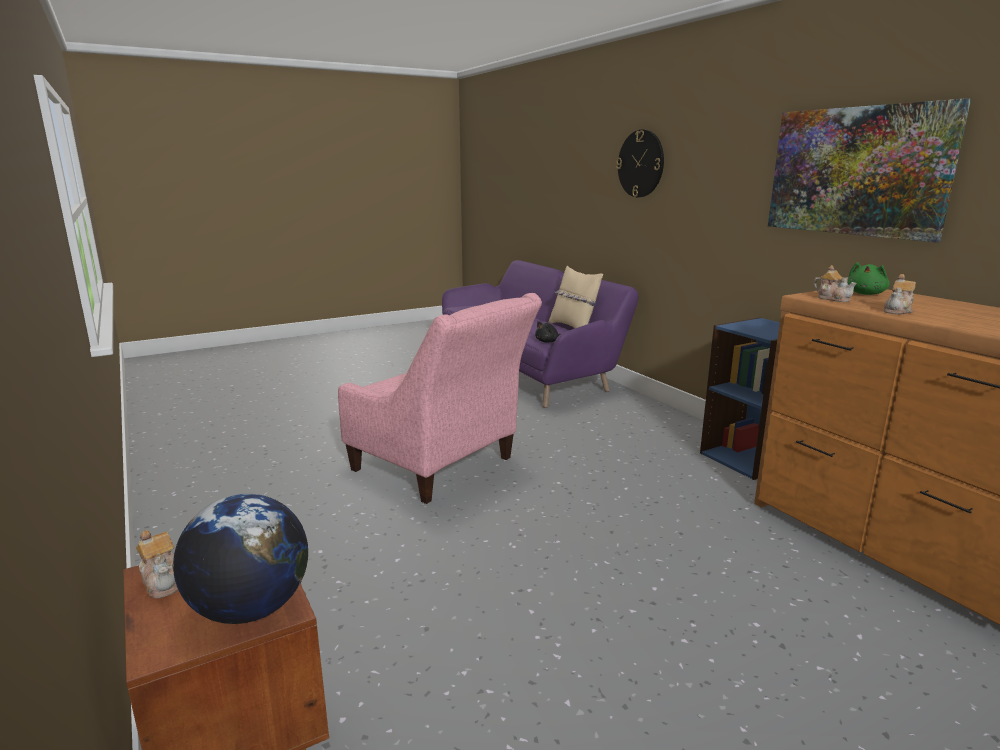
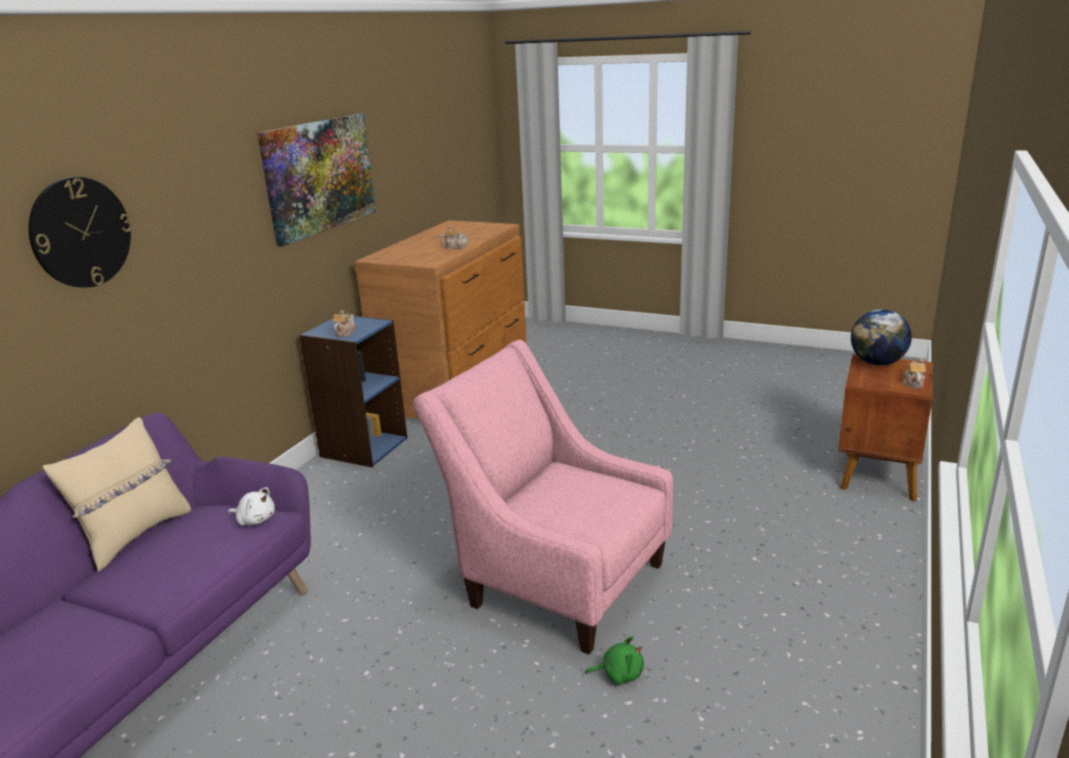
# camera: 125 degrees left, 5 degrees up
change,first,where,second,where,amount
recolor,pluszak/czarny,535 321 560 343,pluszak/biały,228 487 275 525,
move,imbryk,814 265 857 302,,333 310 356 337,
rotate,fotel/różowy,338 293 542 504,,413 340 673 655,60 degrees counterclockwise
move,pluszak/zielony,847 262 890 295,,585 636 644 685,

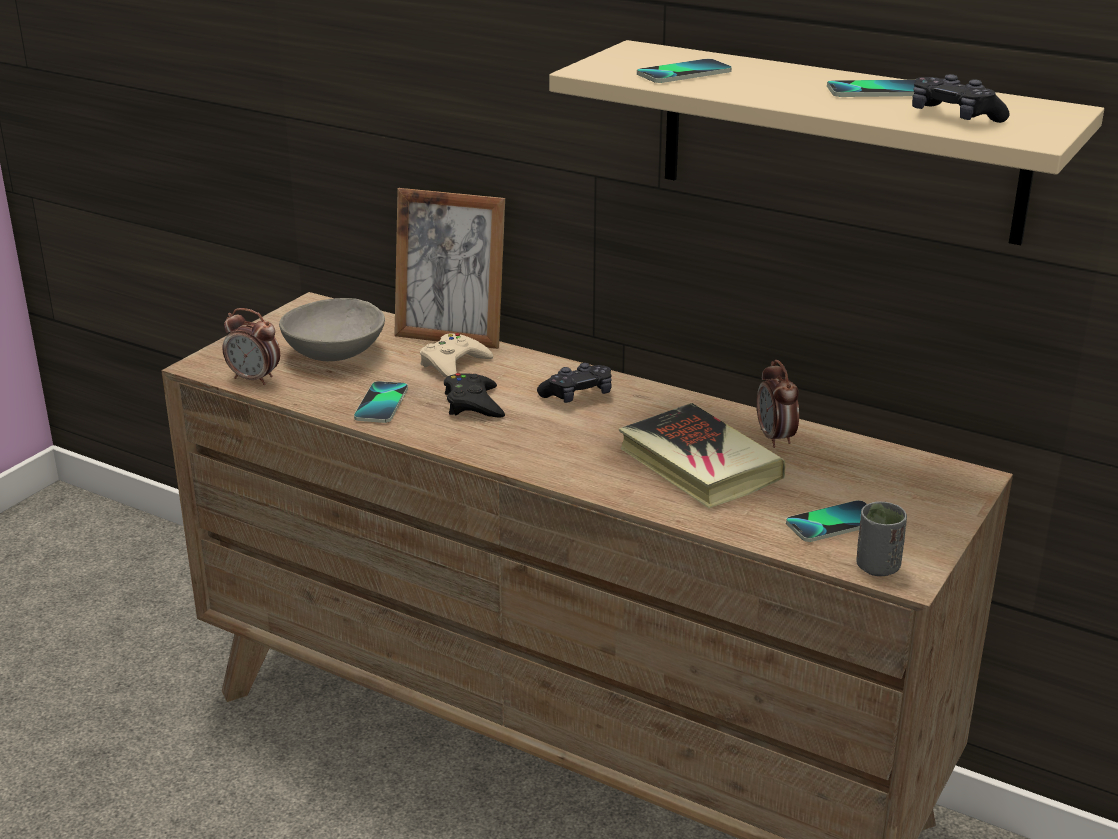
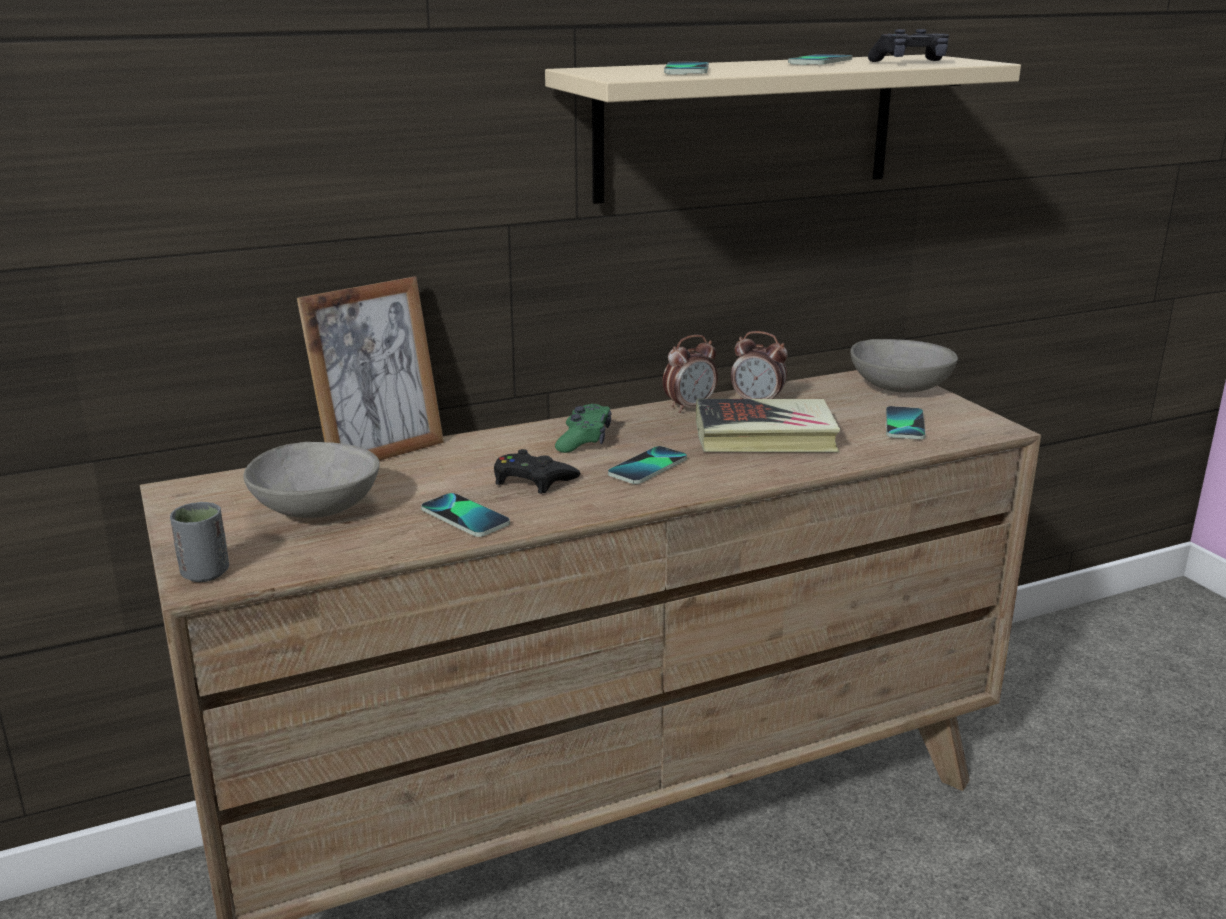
# camera: 55 degrees left, 5 degrees down
change,first,where,second,where,amount
move,filiżanka/szary,856 502 907 576,,170 502 229 582,
recolor,pad do gier/czarny,537 363 612 403,pad do gier/zielony,555 404 612 453,
insert,,,telefon,608 446 687 484,
move,budzik,222 308 280 385,,663 335 718 413,
insert,,,miska/szary,851 339 958 393,
delete,pad do gier/beżowy,420 333 493 378,,,

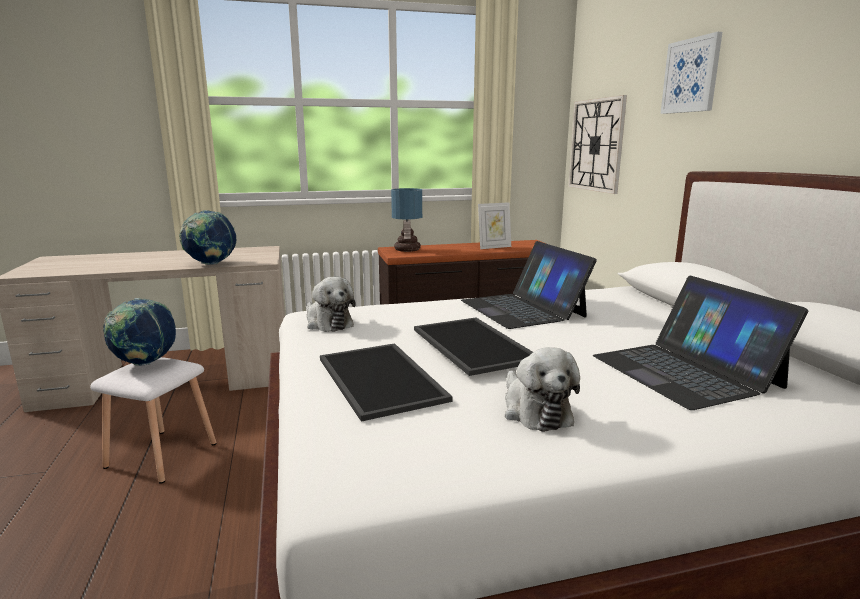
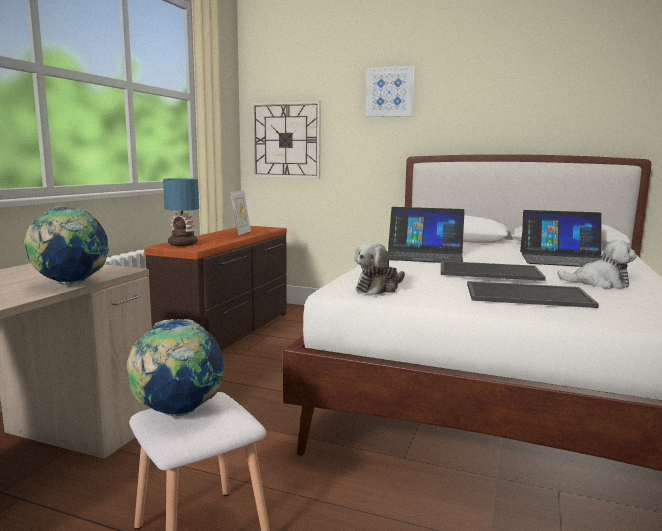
# camera: 55 degrees left, 5 degrees down
change,first,where,second,where,amount
rotate,pluszak,307 277 356 332,,354 242 405 295,135 degrees clockwise

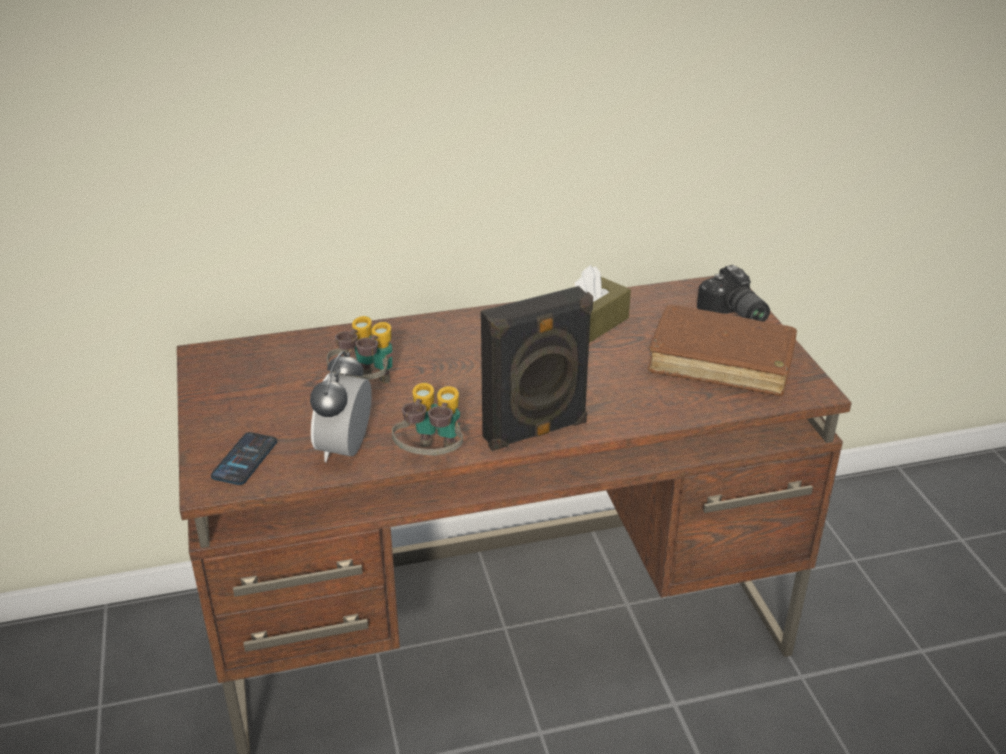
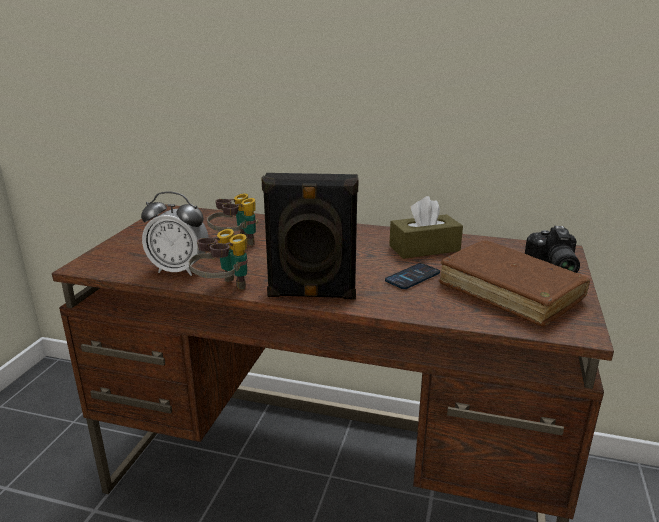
# camera: 30 degrees right, 10 degrees down
change,first,where,second,where,amount
rotate,budzik,310 351 372 462,,141 192 208 276,120 degrees counterclockwise
move,telefon,211 432 277 485,,385 263 440 289,

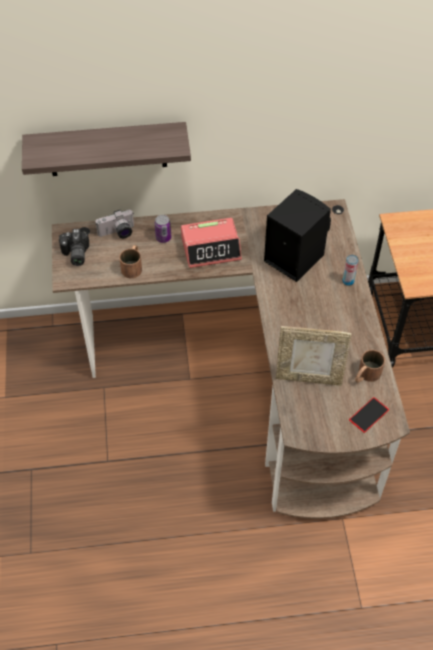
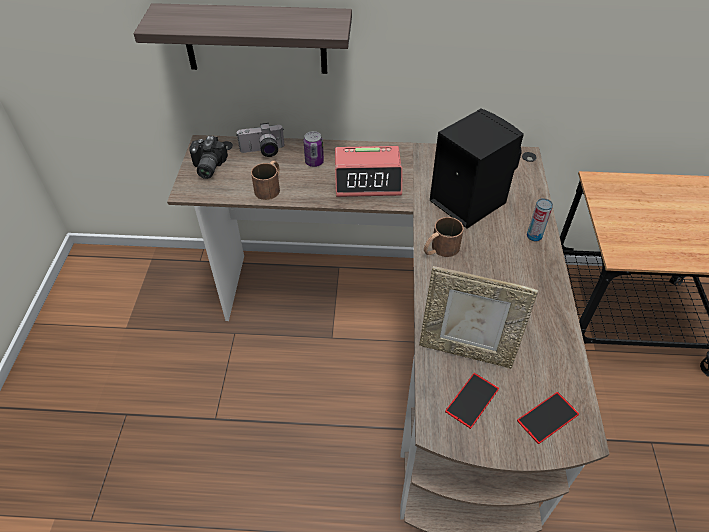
# camera: 10 degrees right, 5 degrees down
change,first,where,second,where,amount
move,kubek/brązowy,355 350 385 383,,424 217 464 257,
insert,,,telefon,445 373 499 429,

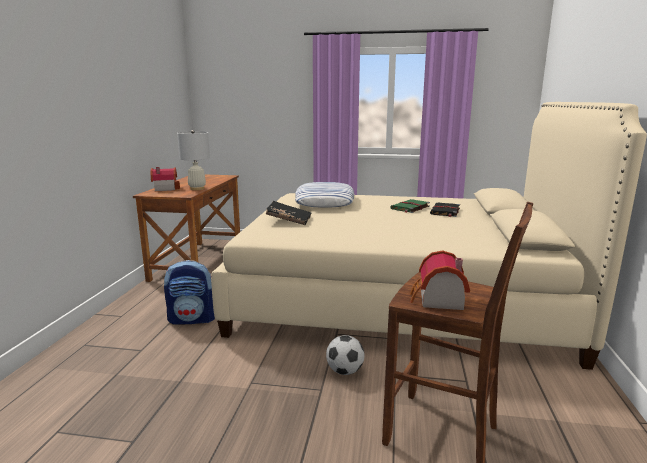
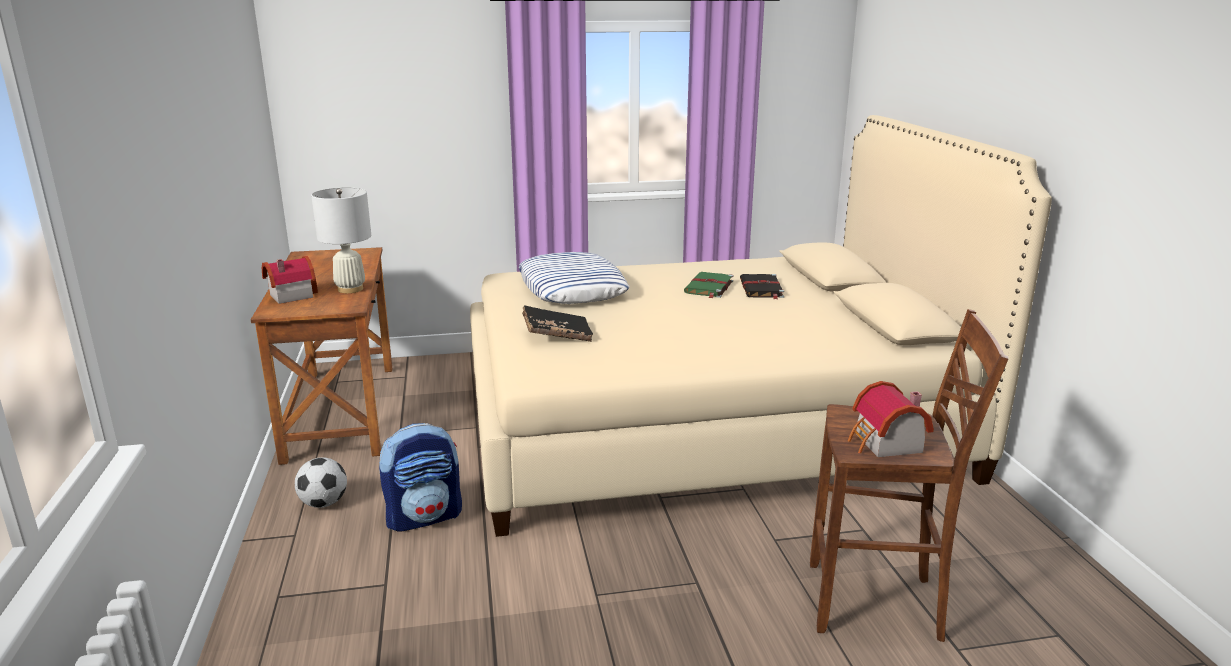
# camera: 20 degrees left, 5 degrees up
change,first,where,second,where,amount
move,piłka futbolowa,326 335 365 375,,295 457 347 508,

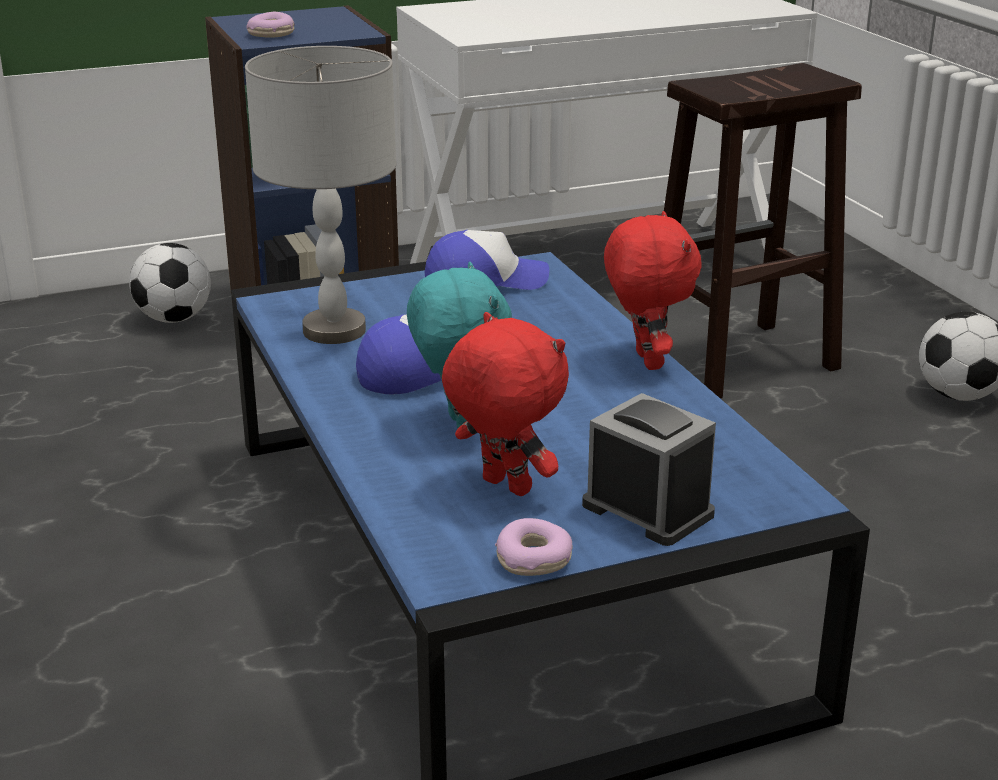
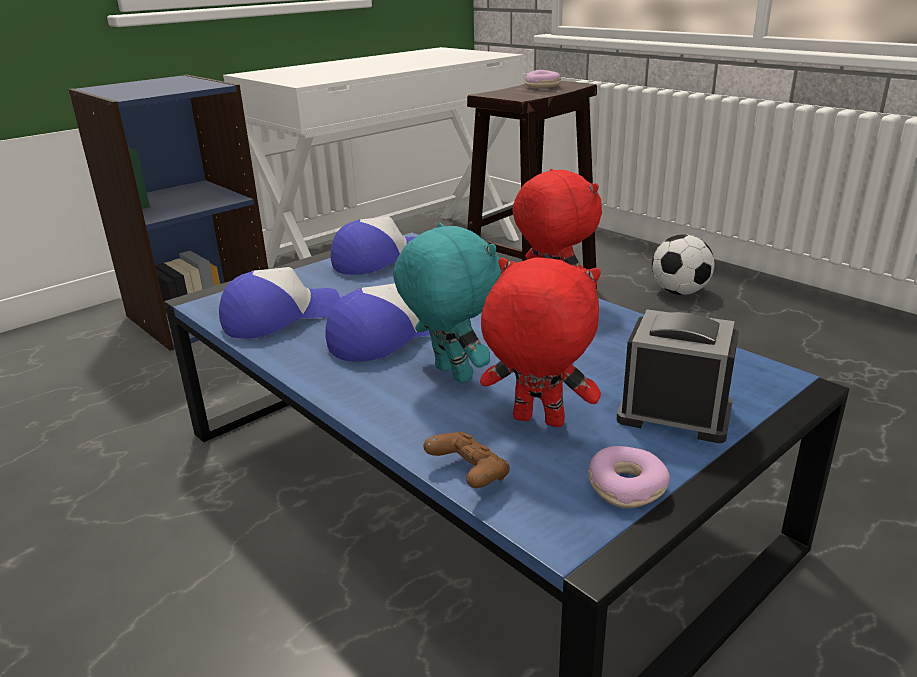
# camera: 20 degrees left, 0 degrees up
change,first,where,second,where,amount
replace,lampa stołowa/szary,245 46 396 344,czapka z daszkiem,219 267 340 338,
insert,,,pad do gier/brązowy,423 432 510 488,
move,donut,246 12 295 38,,525 70 561 88,
delete,piłka futbolowa,129 243 211 323,,,

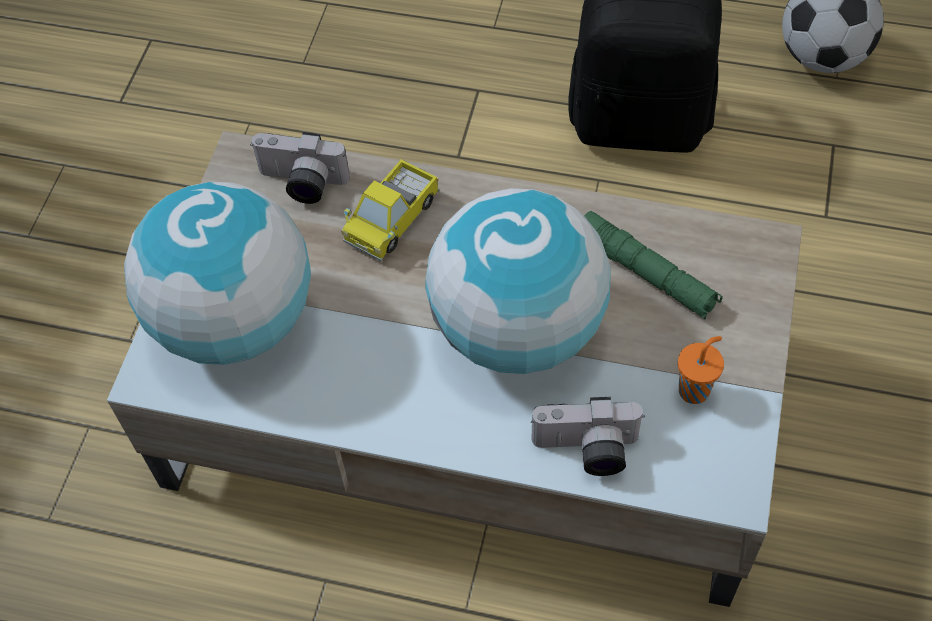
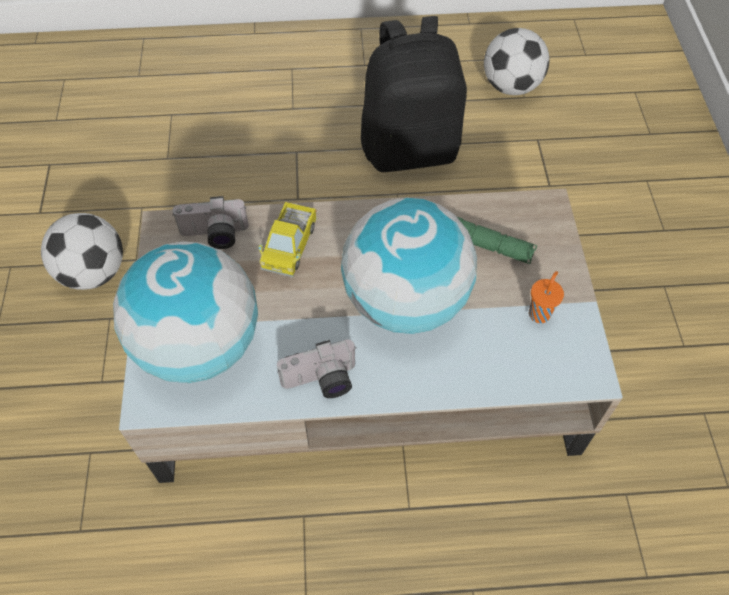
# camera: 20 degrees left, 0 degrees up
change,first,where,second,where,amount
insert,,,piłka futbolowa,41 213 123 290,
move,aparat fotograficzny,531 397 645 476,,277 339 357 398,

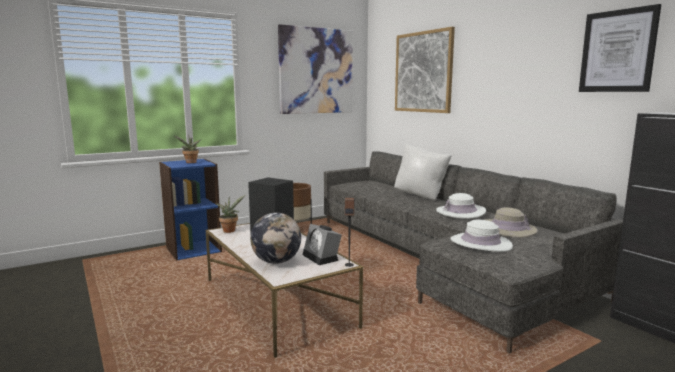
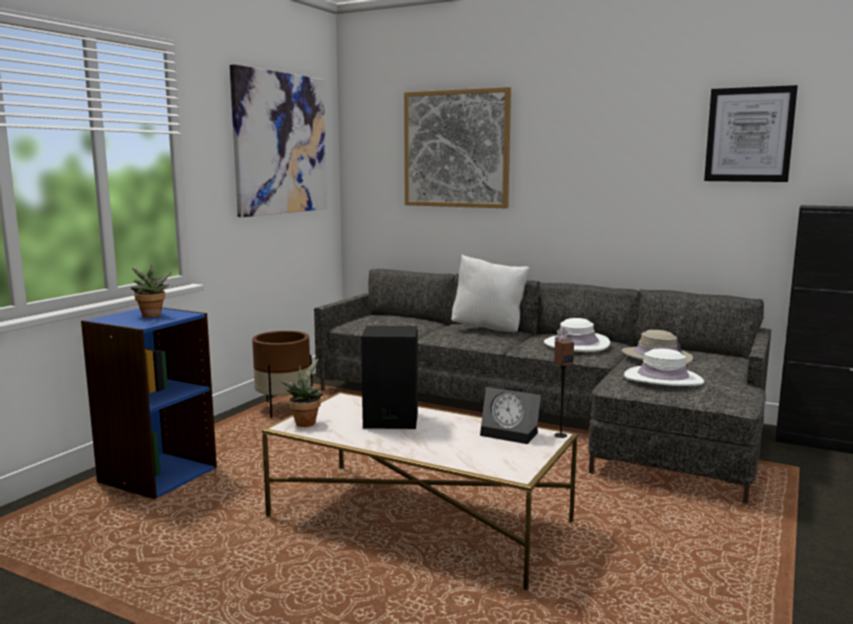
# camera: 30 degrees left, 0 degrees up
change,first,where,second,where,amount
delete,globus,250 213 301 264,,,

